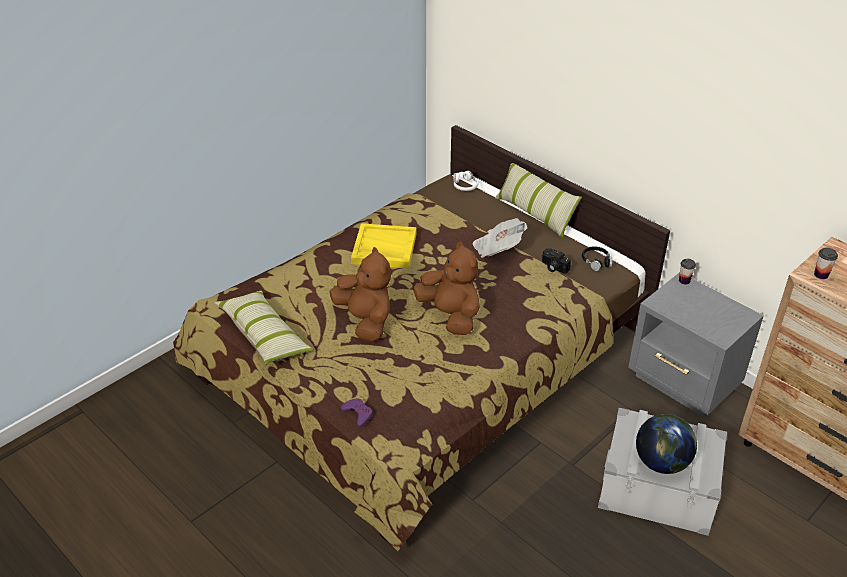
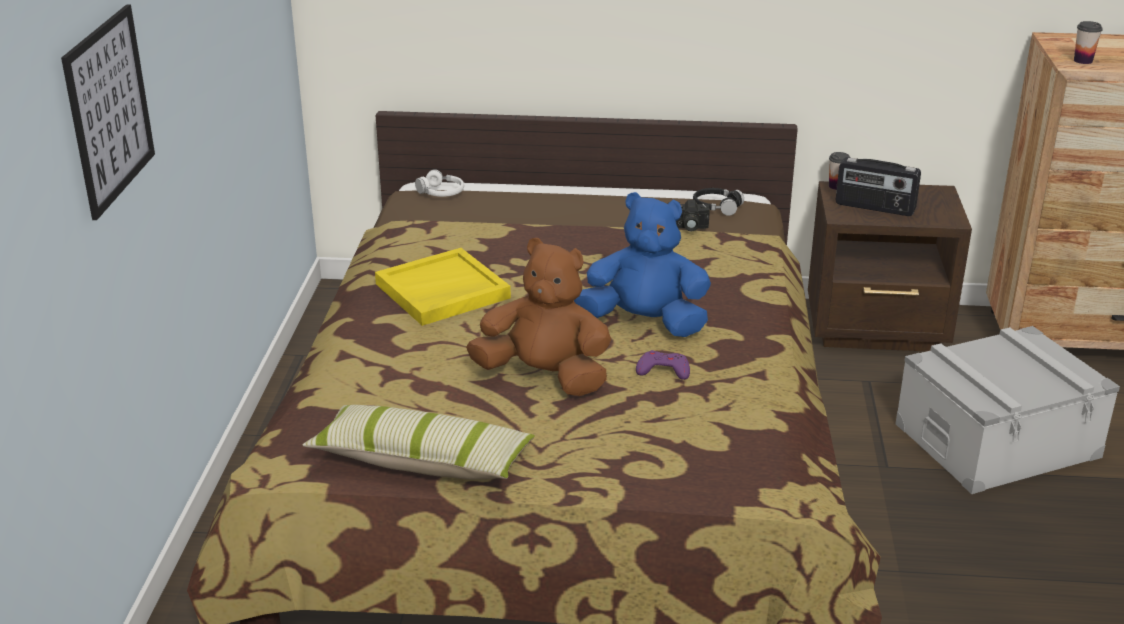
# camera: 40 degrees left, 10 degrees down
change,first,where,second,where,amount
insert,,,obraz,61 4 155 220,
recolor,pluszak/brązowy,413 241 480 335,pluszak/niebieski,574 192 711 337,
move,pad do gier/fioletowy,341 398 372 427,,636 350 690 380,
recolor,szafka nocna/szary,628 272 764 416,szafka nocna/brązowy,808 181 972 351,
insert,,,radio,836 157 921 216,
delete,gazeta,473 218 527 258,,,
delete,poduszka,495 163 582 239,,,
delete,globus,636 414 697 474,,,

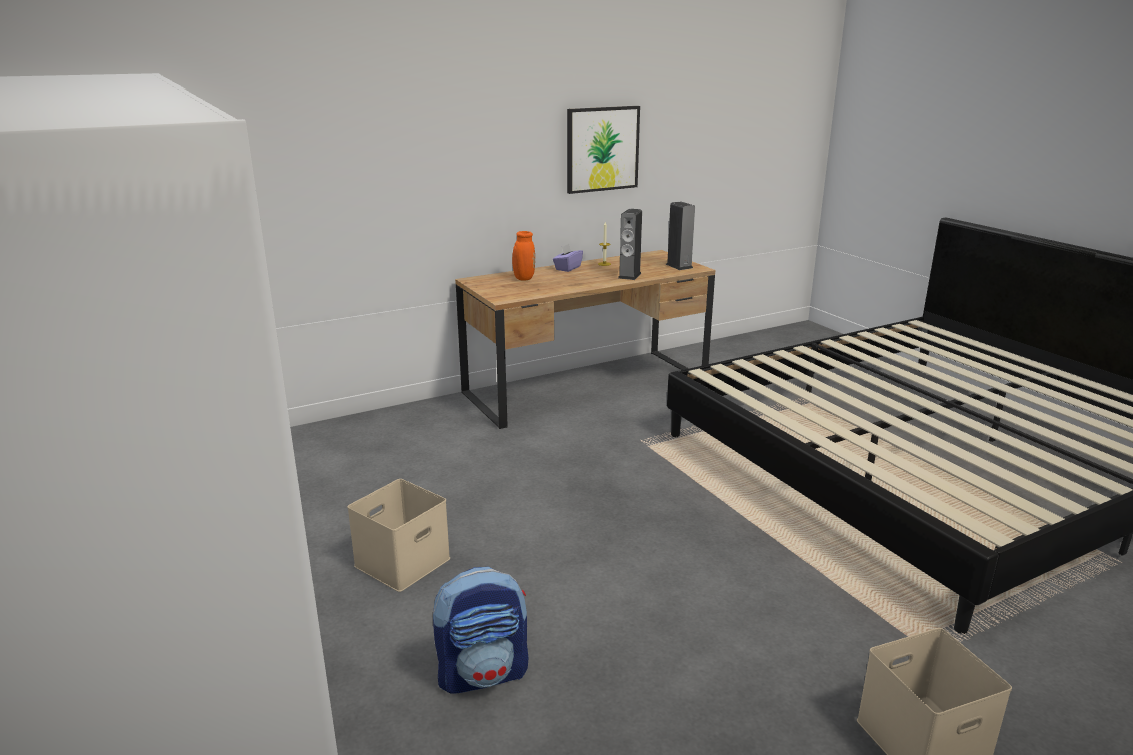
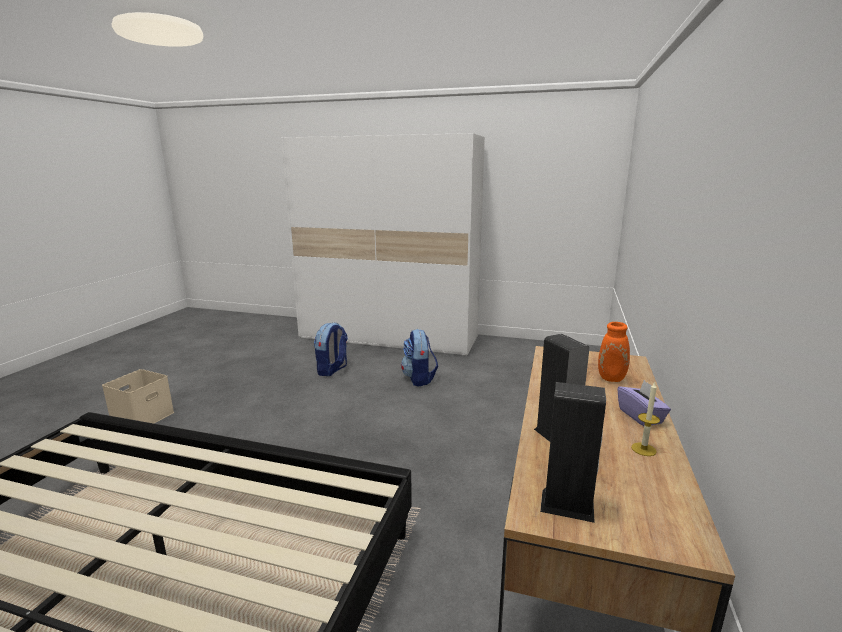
# camera: 135 degrees right, 5 degrees down
change,first,where,second,where,amount
replace,pojemnik do przechowywania/beżowy,347 479 450 592,plecak,401 329 438 387,
delete,obraz,567 106 640 194,,,

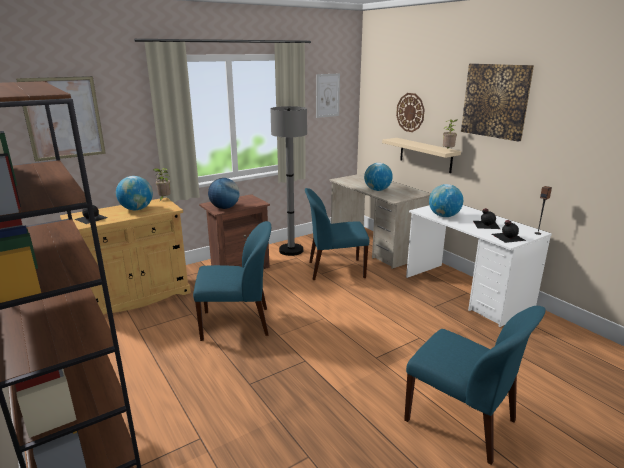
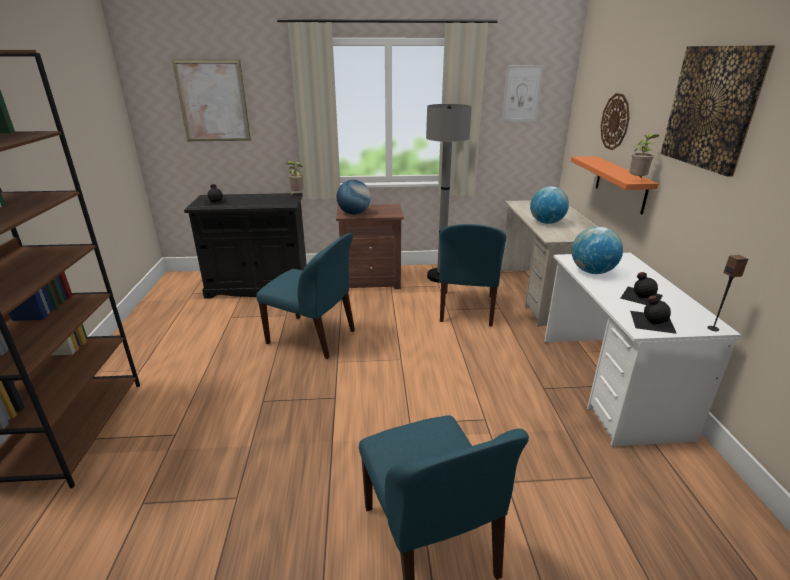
# camera: 30 degrees right, 5 degrees up
change,first,where,second,where,amount
recolor,szafka/beżowy,60 197 191 315,szafka/czarny,184 193 307 299,
rotate,krzesło/niebieski,305 188 370 280,,439 224 506 326,105 degrees counterclockwise
recolor,półka/beżowy,382 138 461 173,półka/pomarańczowy,571 156 658 215,
delete,globus,116 176 153 210,,,

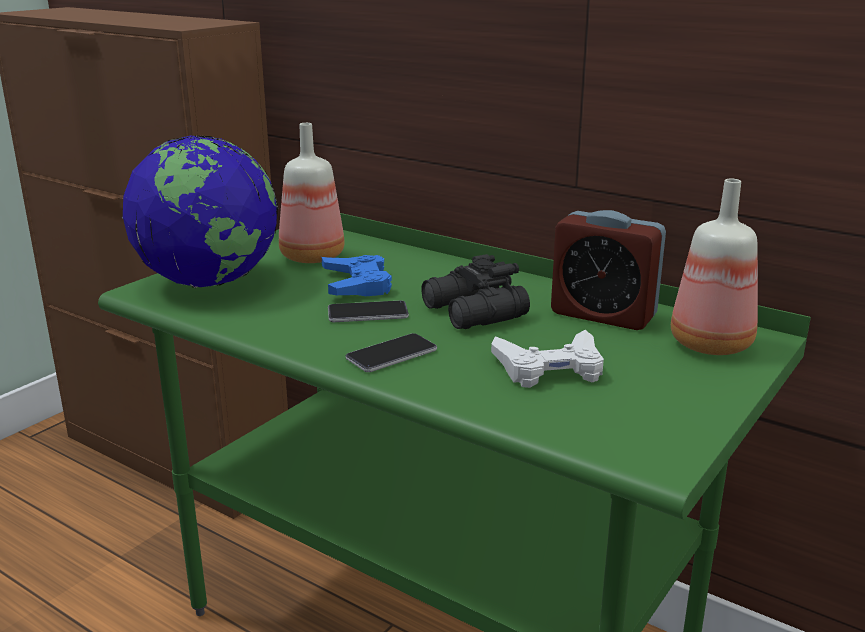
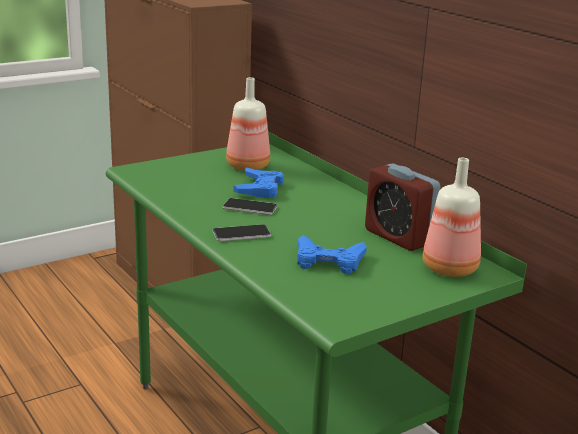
# camera: 20 degrees right, 0 degrees up
change,first,where,second,where,amount
recolor,pad do gier/biały,491 330 604 388,pad do gier/niebieski,297 235 367 274,
delete,globus,122 136 278 288,,,
delete,lornetka/czarny,421 254 530 329,,,

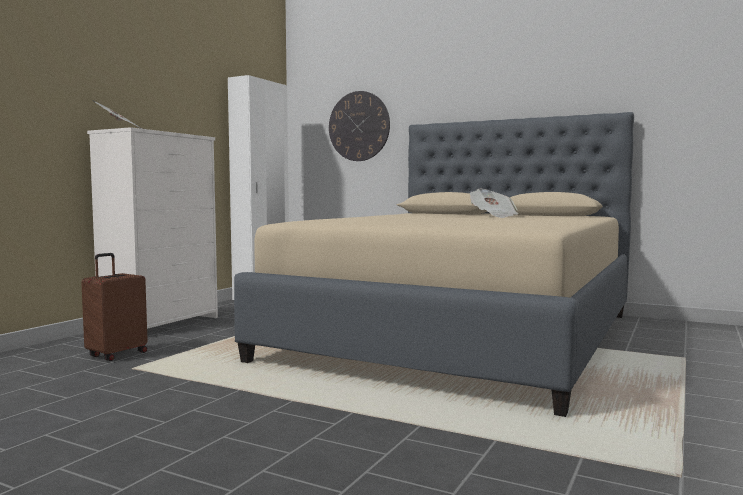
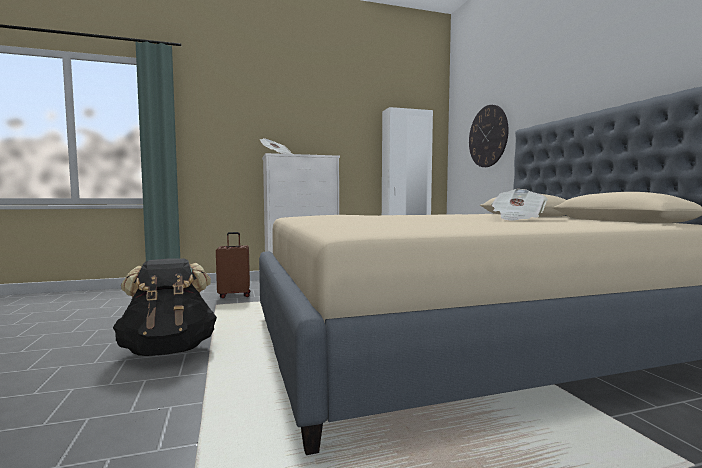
# camera: 45 degrees right, 0 degrees up
change,first,where,second,where,amount
insert,,,plecak/czarny,113 258 217 356,

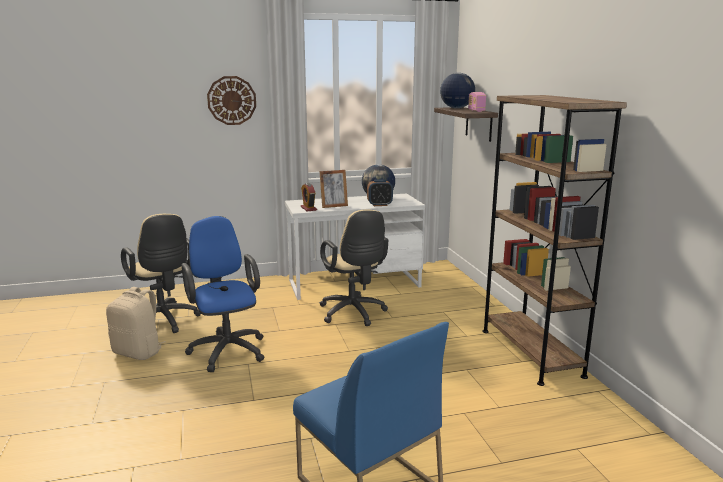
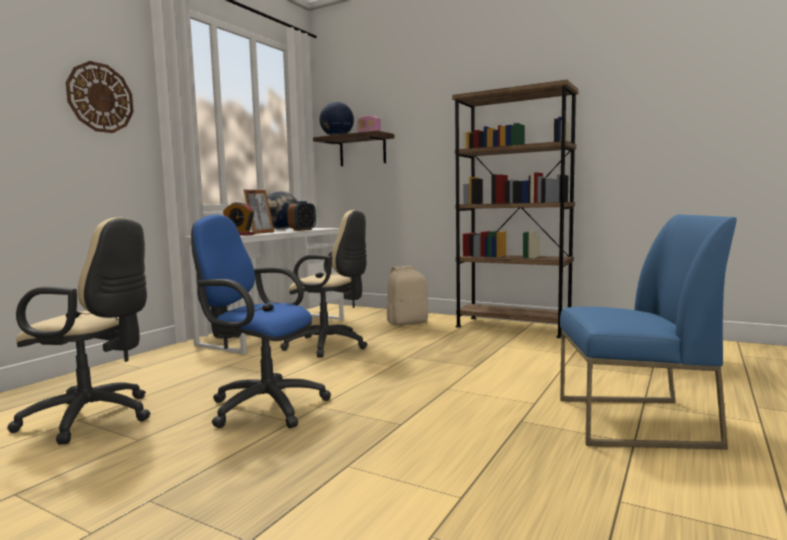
# camera: 45 degrees left, 10 degrees down
change,first,where,second,where,amount
move,plecak/beżowy,106 287 166 360,,387 266 428 326,

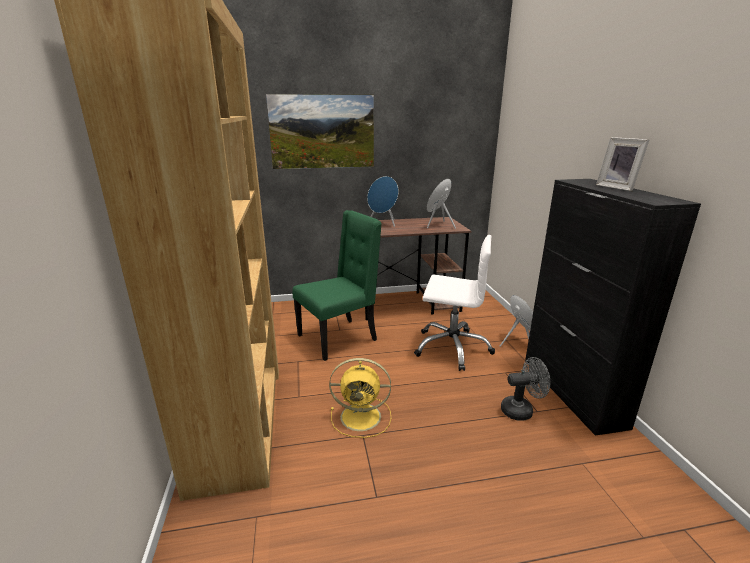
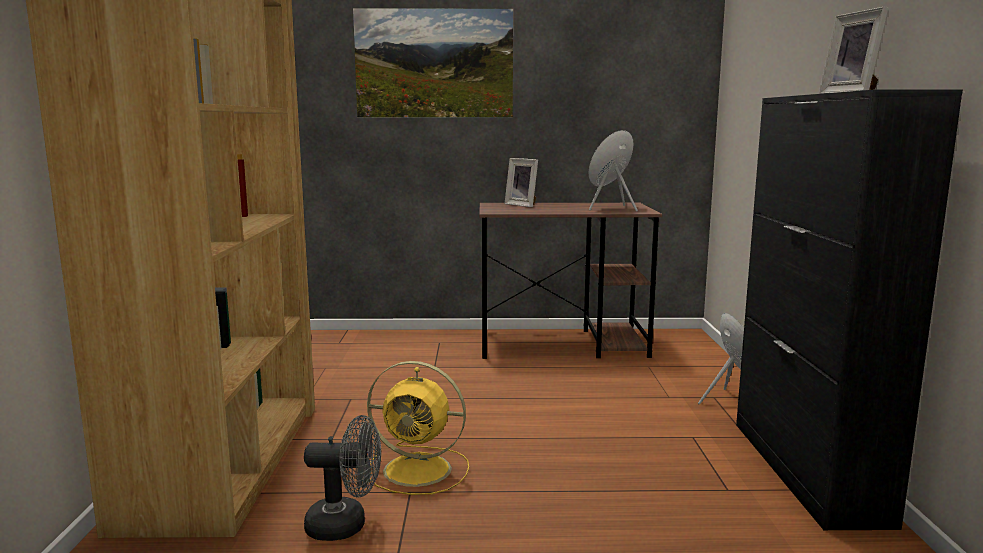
# camera: 10 degrees right, 10 degrees down
change,first,where,second,where,amount
move,wentylator/szary,501 357 550 421,,304 415 381 541,
replace,głośnik/niebieski,367 176 399 227,ramka na zdjęcie,505 158 538 207,
delete,krzesło/zielony,292 210 382 361,,,
delete,krzesło biurowe/biały,414 235 495 371,,,

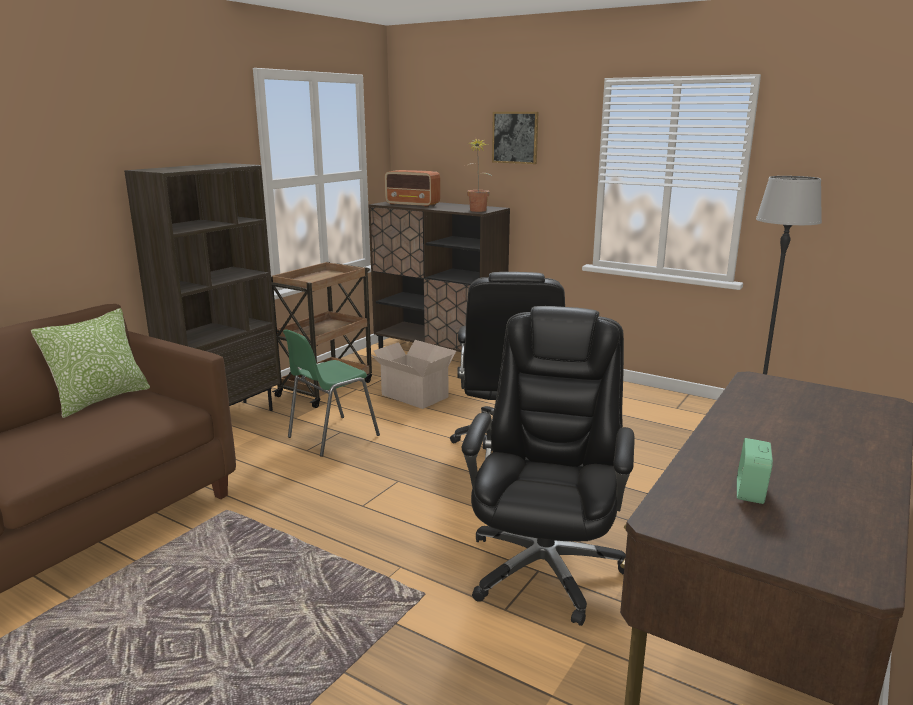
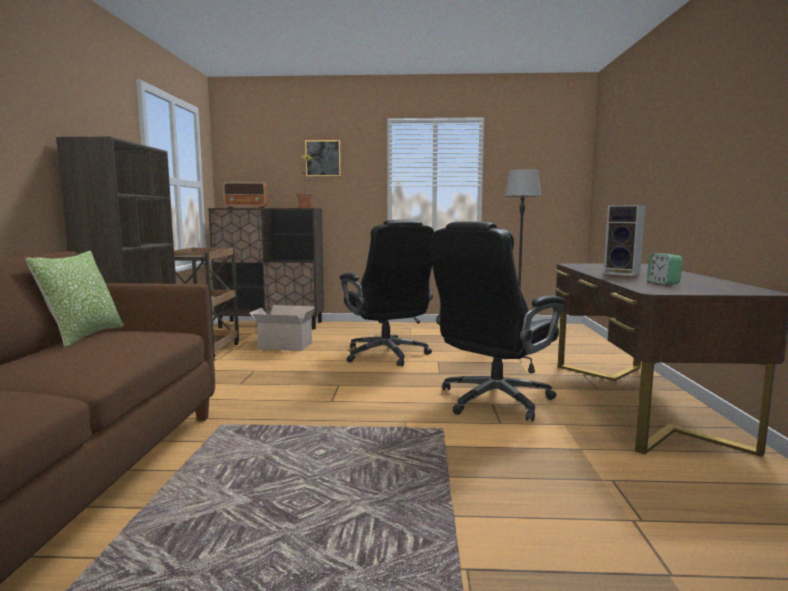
# camera: 30 degrees left, 10 degrees down
change,first,where,second,where,amount
rotate,krzesło biurowe/czarny,462 306 635 626,,432 221 565 421,120 degrees counterclockwise
insert,,,głośnik,604 205 645 276,
delete,krzesło/zielony,283 329 380 457,,,

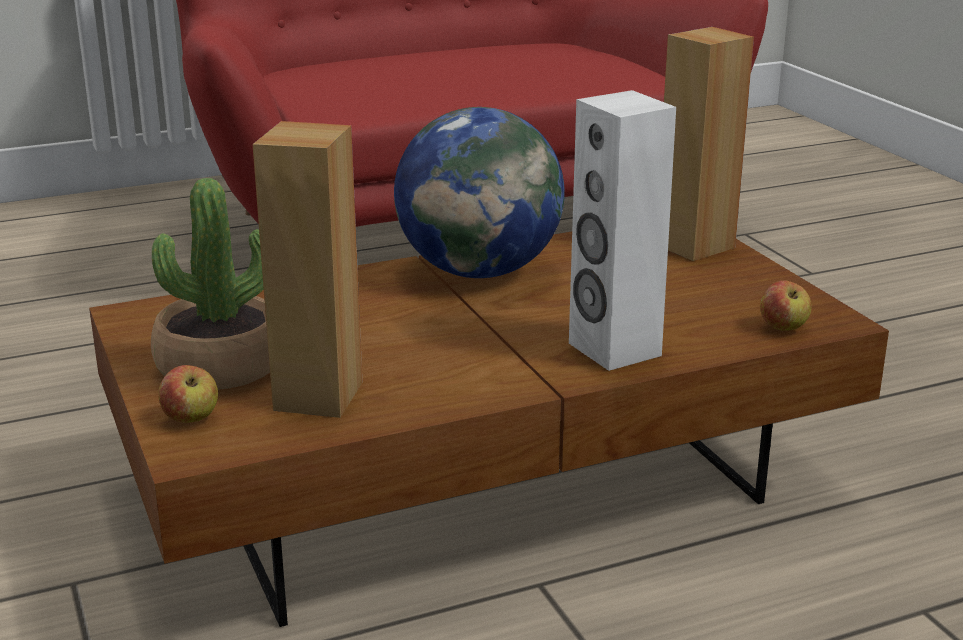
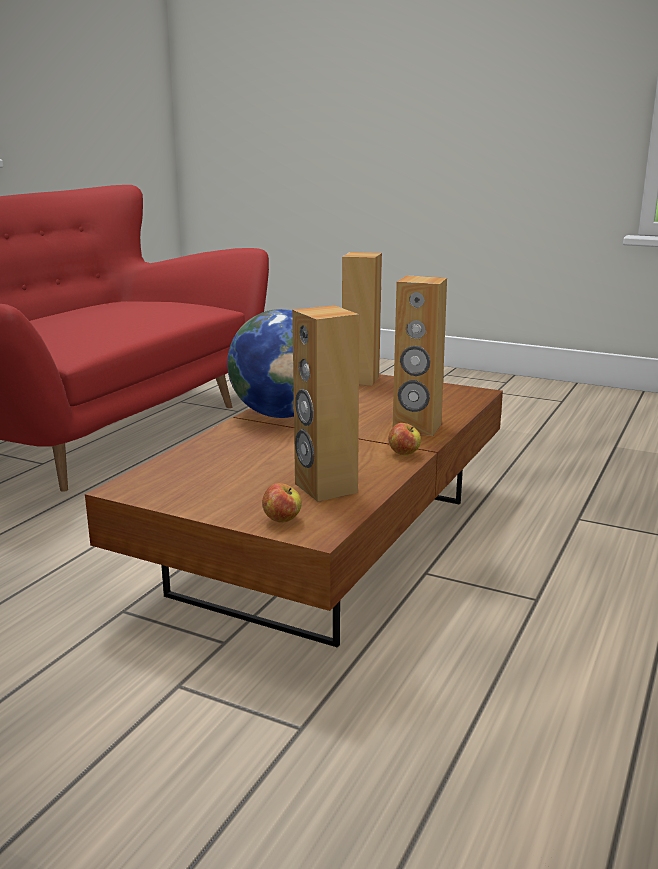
# camera: 40 degrees left, 5 degrees down
change,first,where,second,where,amount
move,jabłko,760 280 811 331,,388 423 421 455,
recolor,głośnik/biały,569 90 676 371,głośnik/brązowy,393 275 447 436,
delete,roślina doniczkowa,151 178 270 390,,,

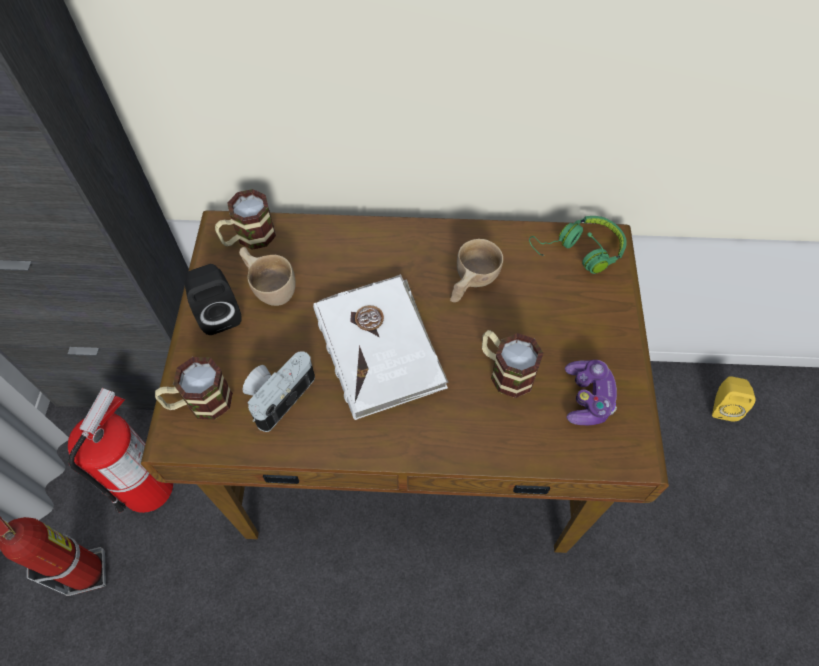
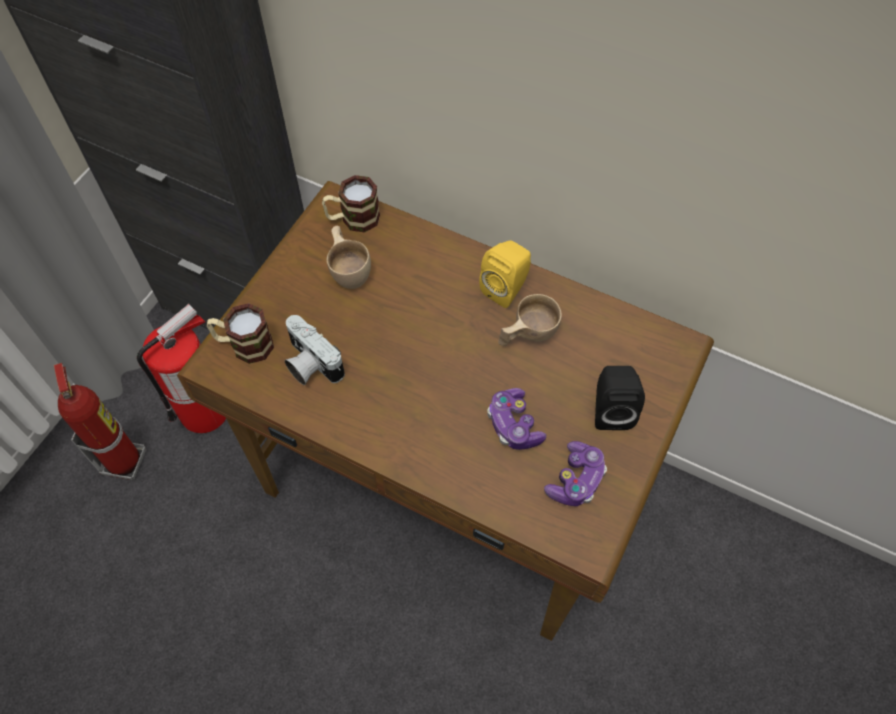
# camera: 25 degrees right, 0 degrees up
change,first,where,second,where,amount
rotate,aparat fotograficzny,242 351 315 432,,285 315 345 385,105 degrees counterclockwise
move,głośnik/żółty,712 376 756 422,,479 240 531 308,
replace,kubek,482 330 543 398,pad do gier,487 388 546 450,
move,głośnik/czarny,184 264 242 335,,595 366 645 430,
delete,książka/biały,313 274 448 420,,,
delete,słuchawki/zielony,529 216 627 274,,,

